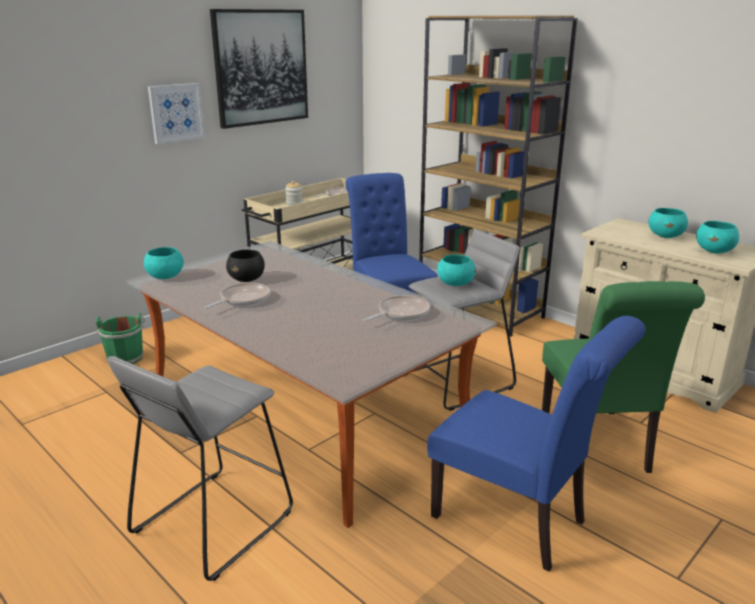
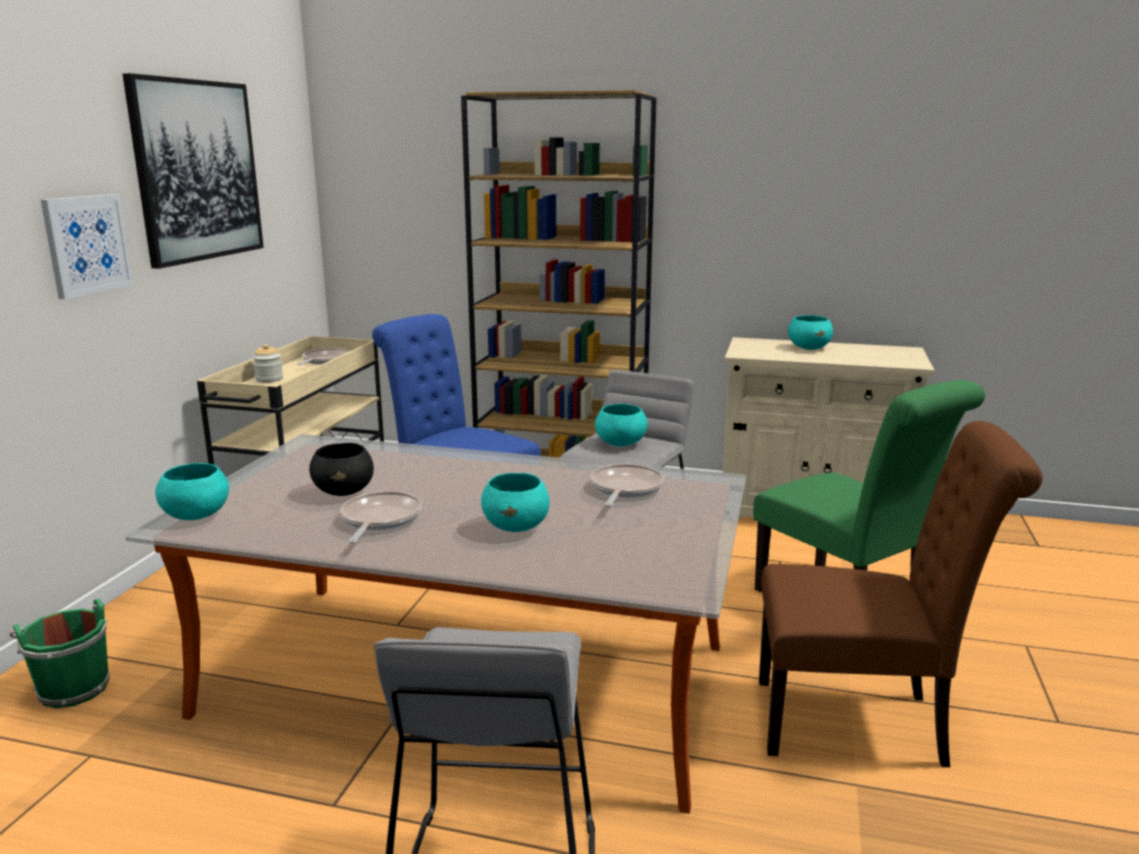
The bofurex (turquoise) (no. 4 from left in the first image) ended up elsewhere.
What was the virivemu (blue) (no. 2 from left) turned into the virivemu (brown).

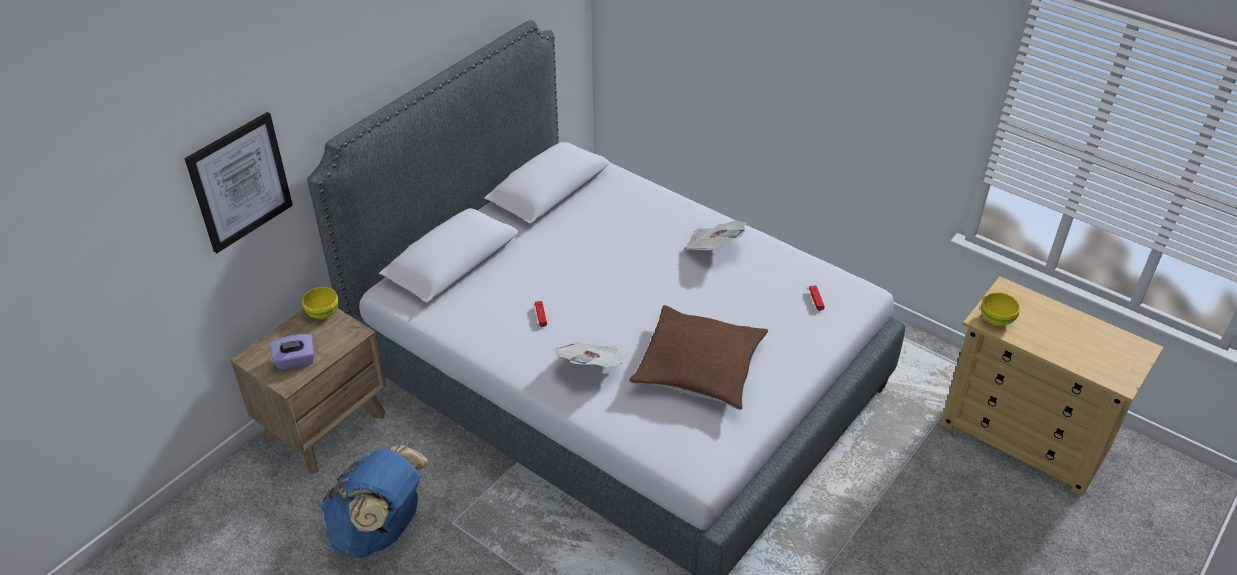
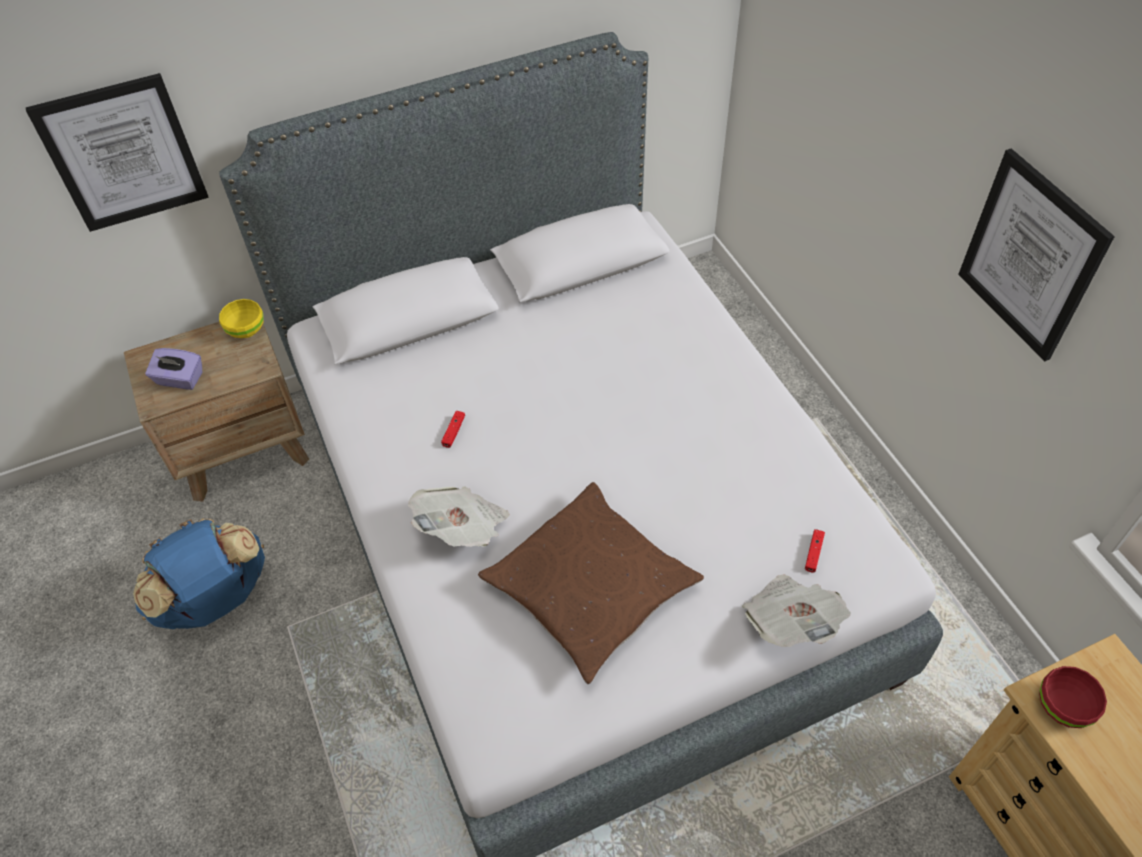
The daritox (no. 2 from left) ended up elsewhere.
What was the bofurex (yellow) (no. 2 from left) turned into the bofurex (red).
The second view gained the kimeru (no. 2 from left).

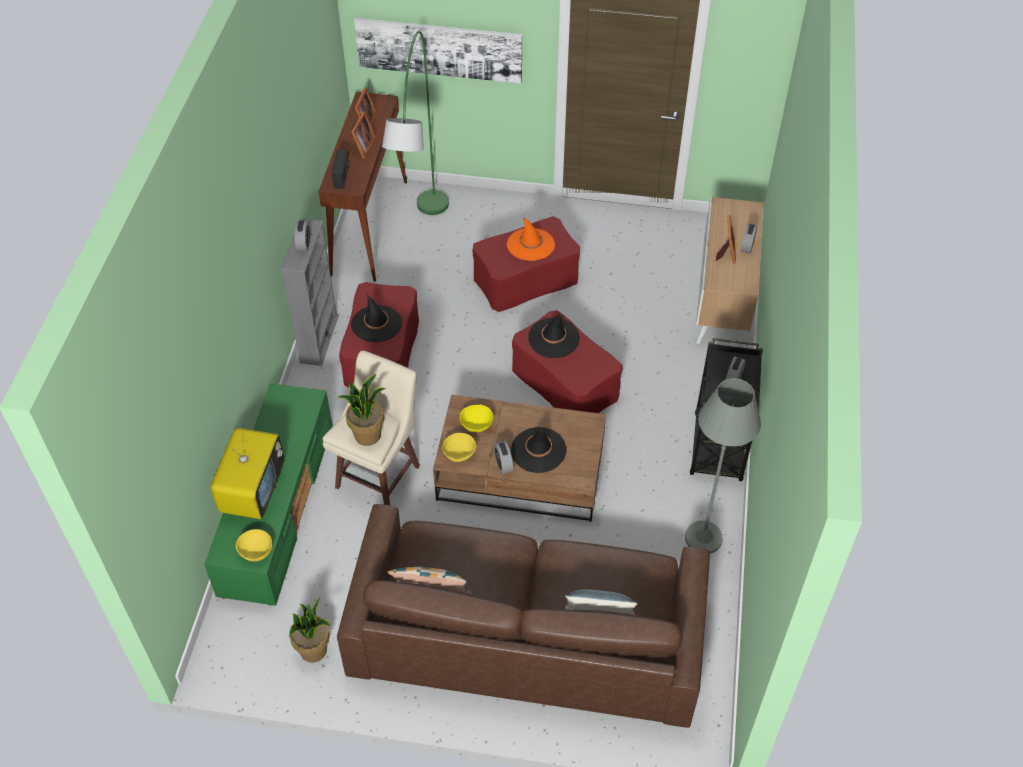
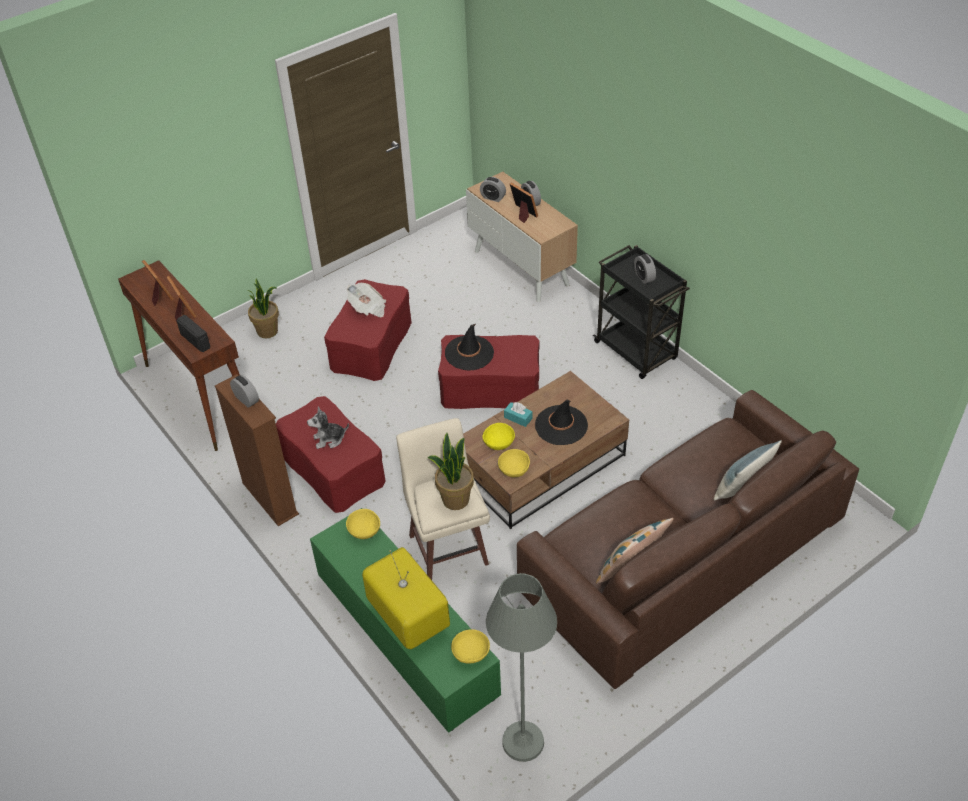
The second view lost the kimeru.
The second view lost the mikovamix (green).
Where the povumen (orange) stood, the daritox came to stand.
What was the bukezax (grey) turned into the bukezax (brown).
Where the povumen (black) (no. 1 from left) stood, the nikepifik came to stand.
The mikovamix (grey) ended up elsewhere.
The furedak (no. 2 from left) ended up elsewhere.
The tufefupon (no. 1 from left) ended up elsewhere.
The second view gained the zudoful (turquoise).
The second view gained the bofurex (yellow) (no. 1 from left).

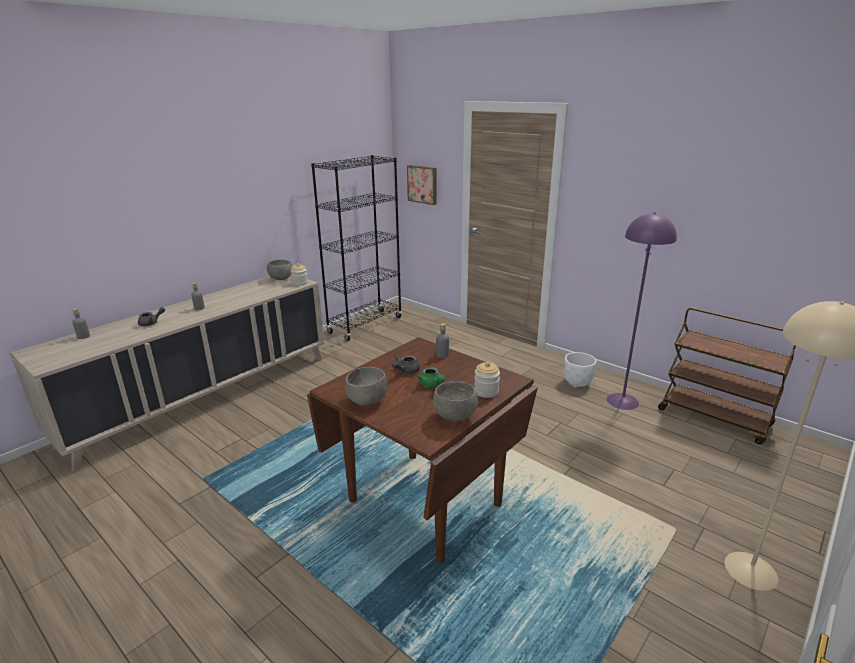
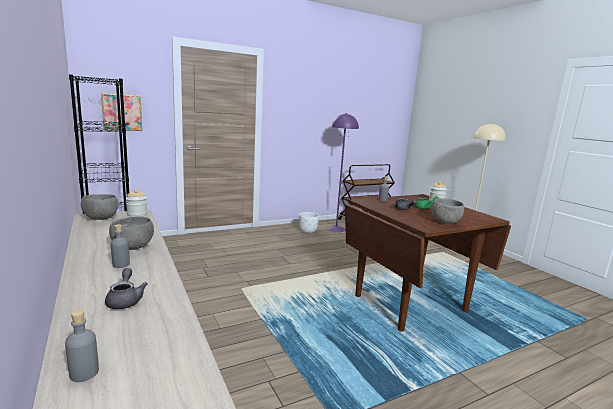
The bofurex (grey) (no. 3 from left in the first image) ended up elsewhere.

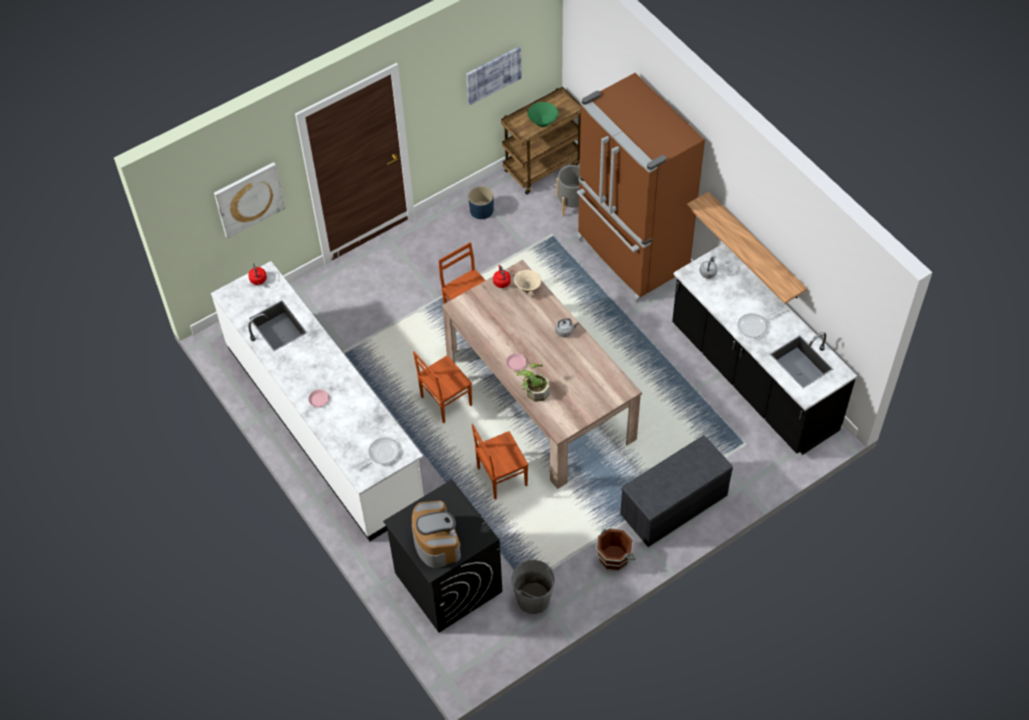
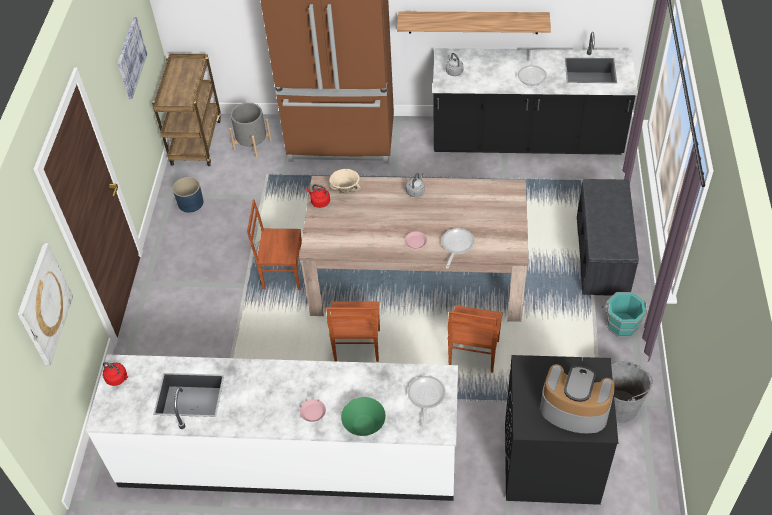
The bofurex (green) ended up elsewhere.
Where the tufefupon stood, the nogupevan (no. 2 from left) came to stand.
What was the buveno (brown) turned into the buveno (turquoise).

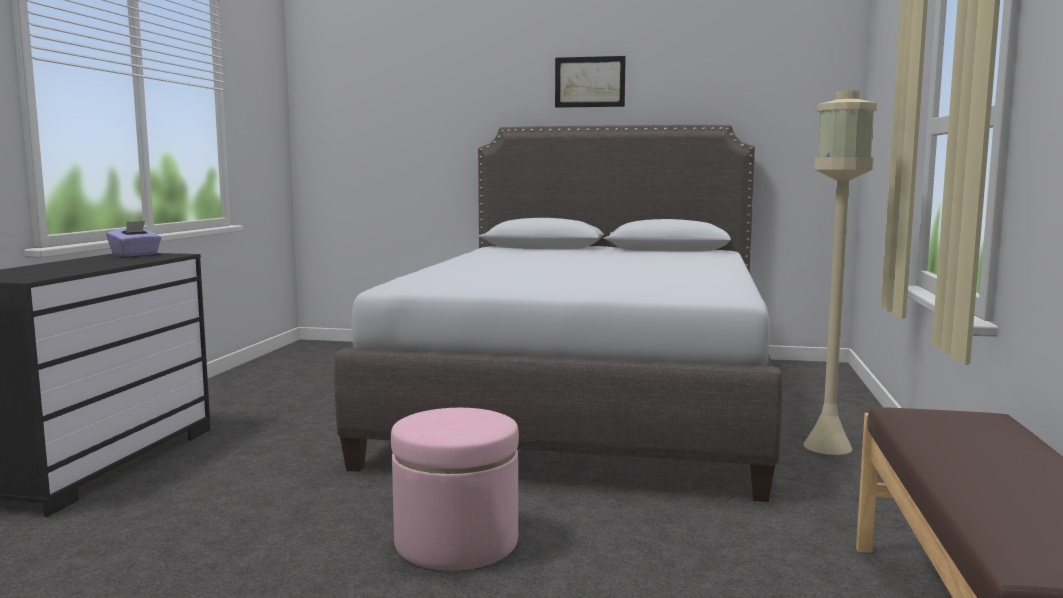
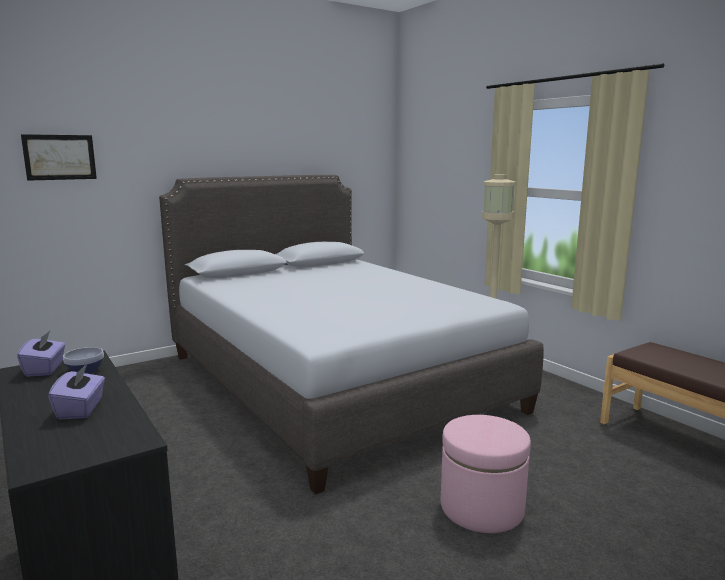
The kimeru ended up elsewhere.
The second view gained the bofurex.
The second view gained the zudoful (purple) (no. 2 from left).

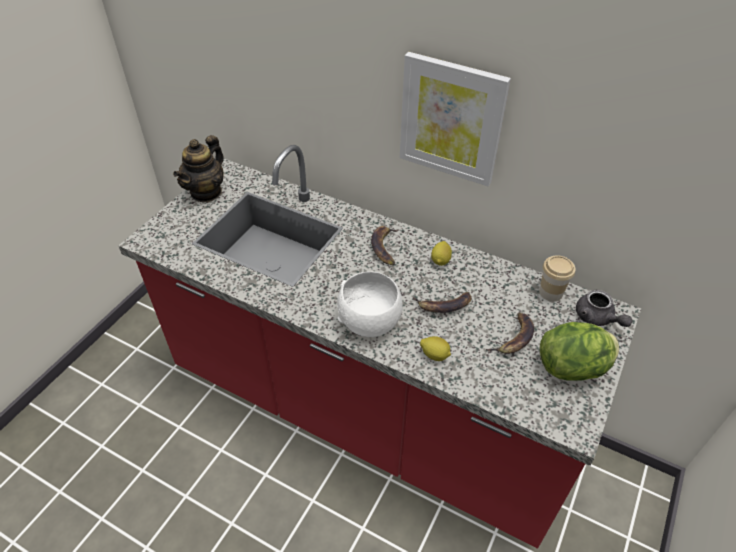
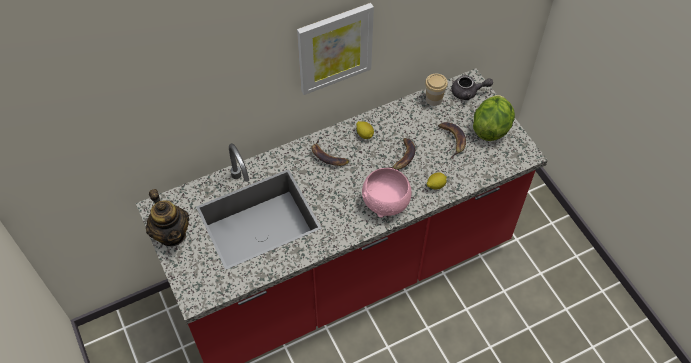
What was the bofurex (white) turned into the bofurex (pink).

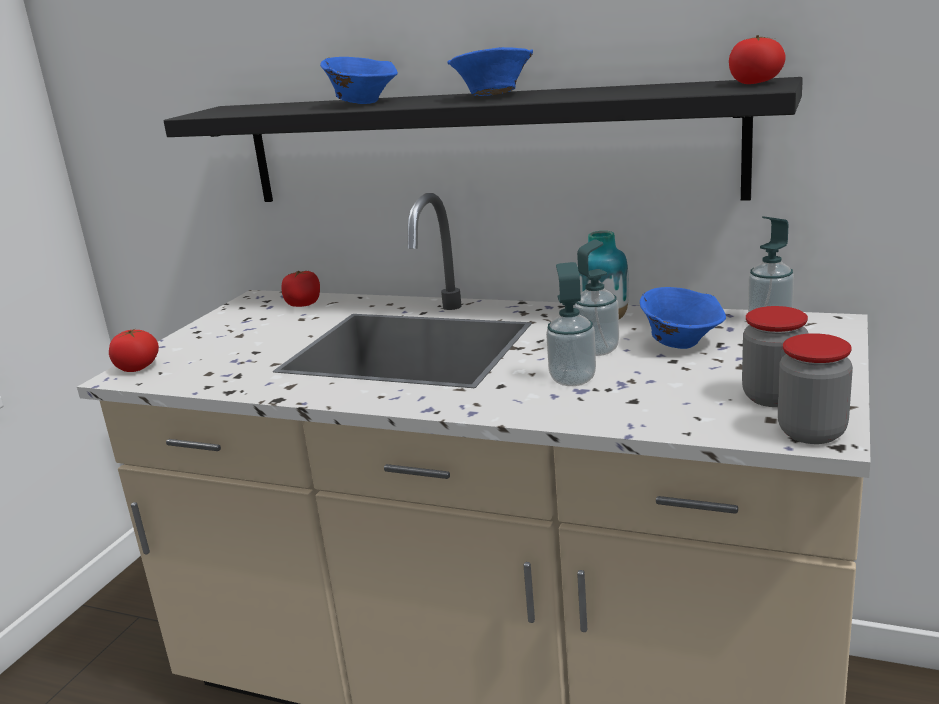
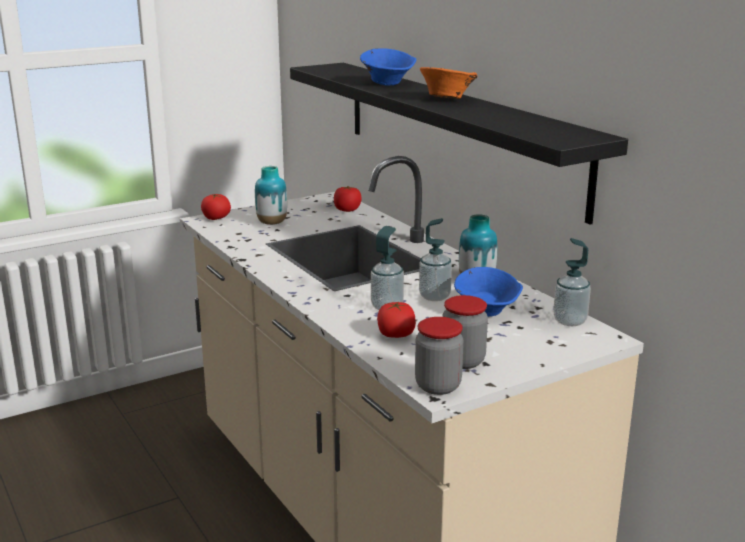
The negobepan (no. 3 from left) ended up elsewhere.
What was the bofurex (blue) (no. 2 from left) turned into the bofurex (orange).
The second view gained the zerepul (no. 1 from left).

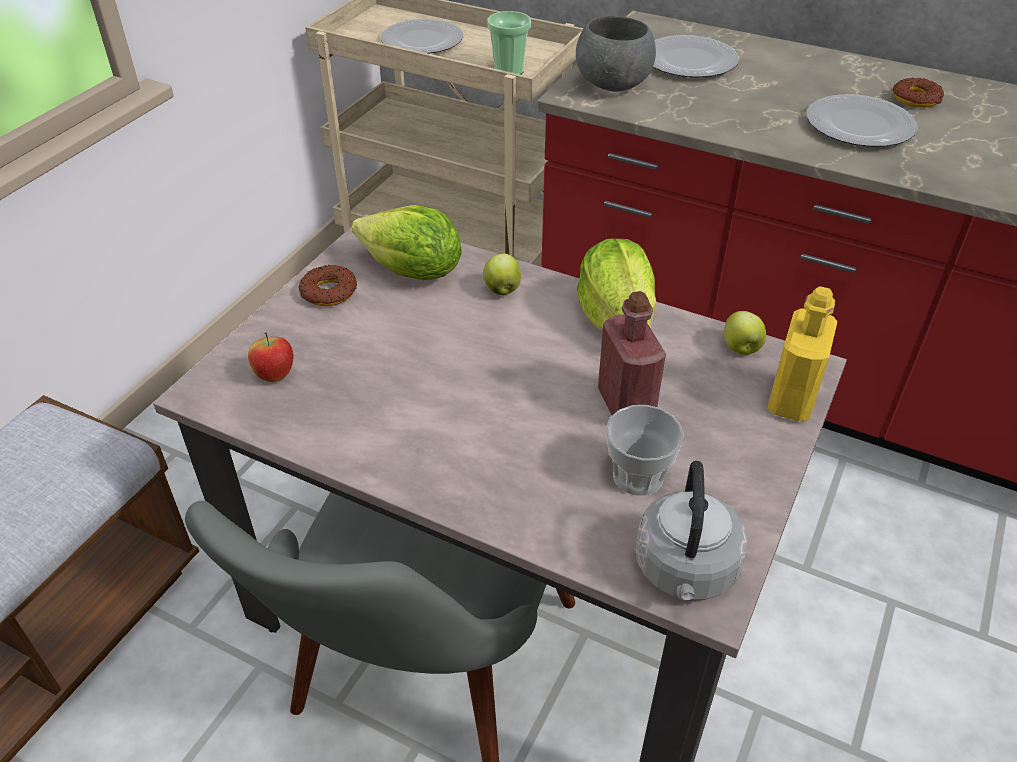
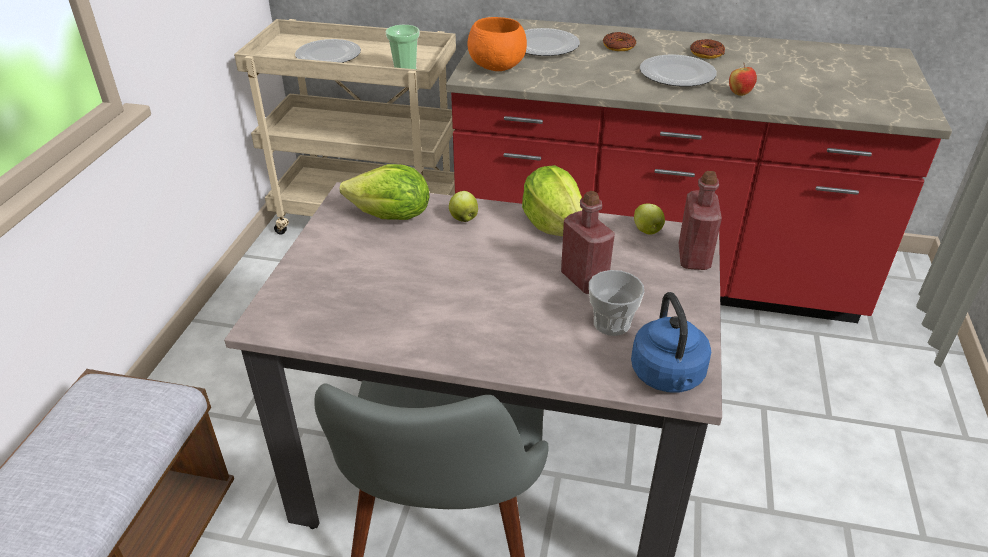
What was the bofurex (grey) turned into the bofurex (orange).
The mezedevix (no. 1 from left) ended up elsewhere.
What was the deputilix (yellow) turned into the deputilix (red) (no. 2 from left).
The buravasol (no. 1 from left in the first image) ended up elsewhere.
What was the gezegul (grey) turned into the gezegul (blue).

